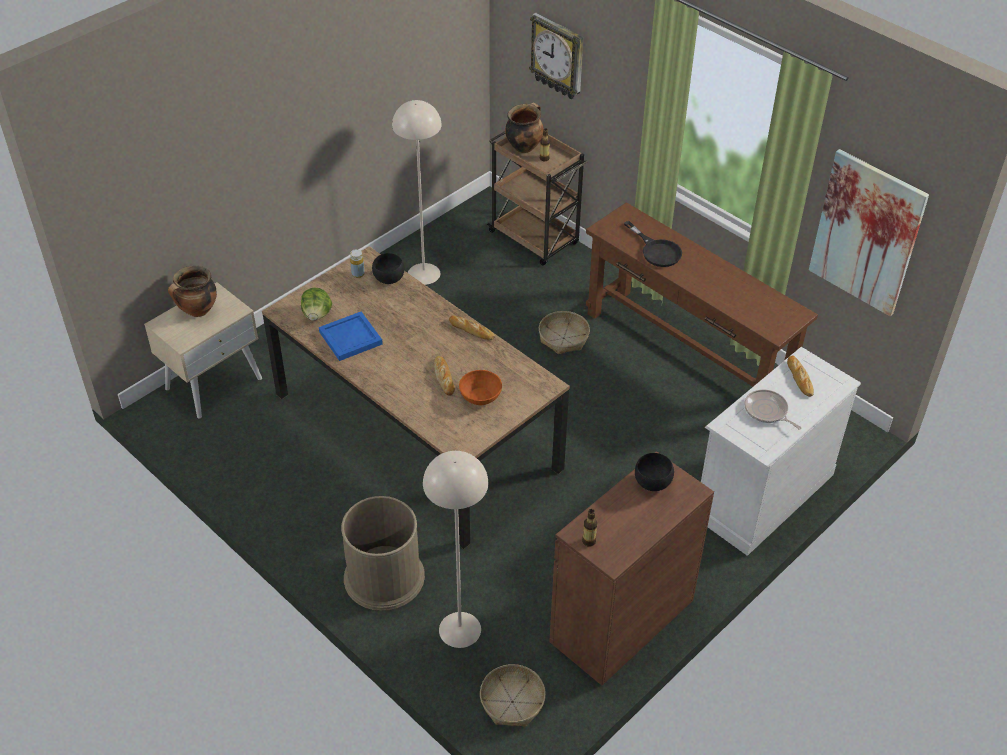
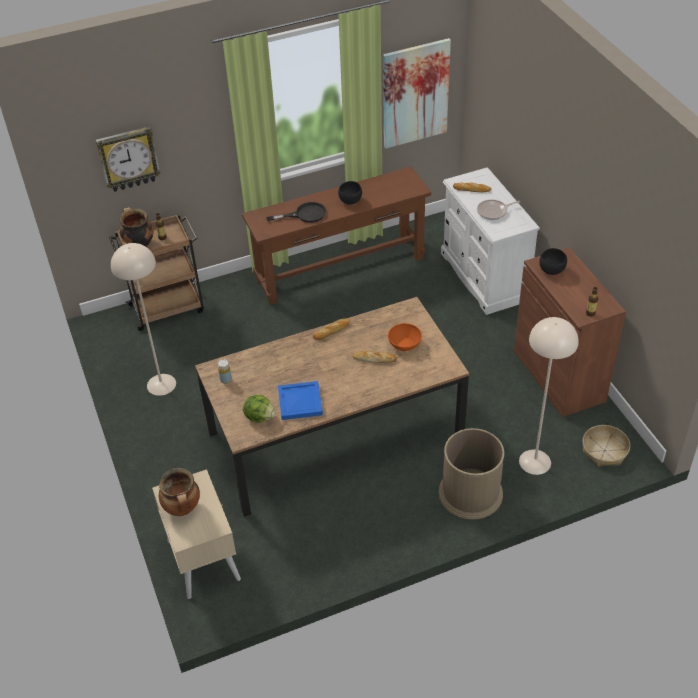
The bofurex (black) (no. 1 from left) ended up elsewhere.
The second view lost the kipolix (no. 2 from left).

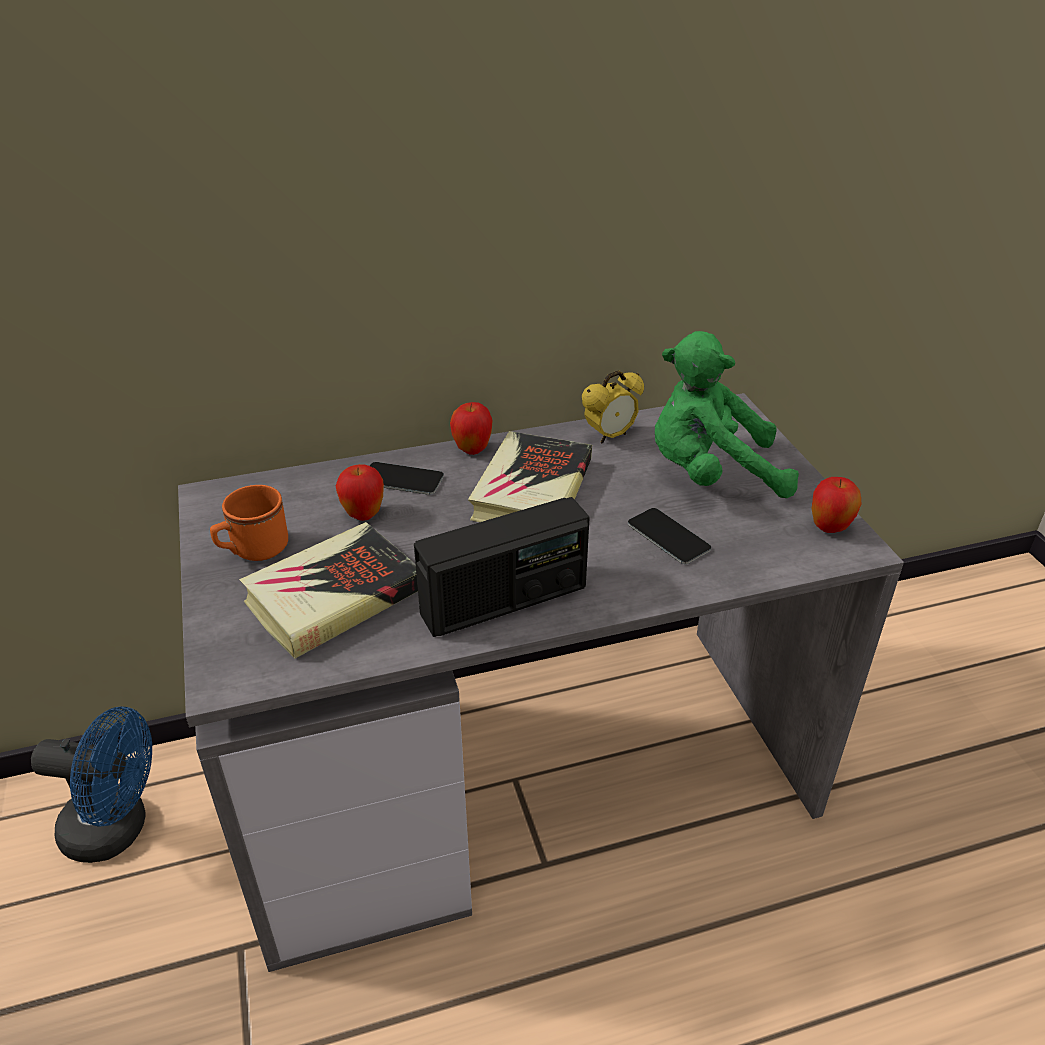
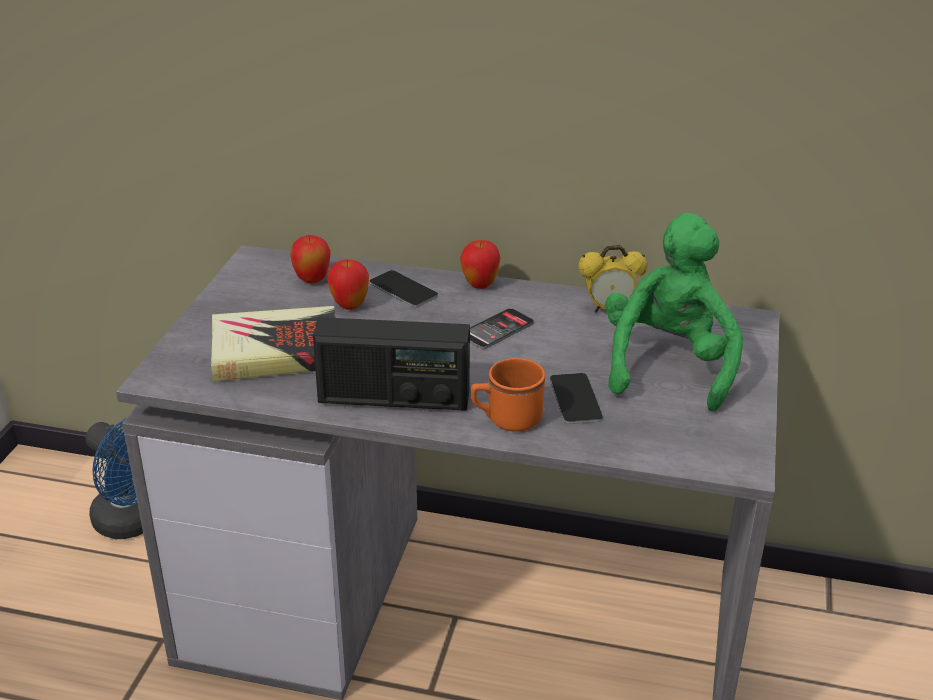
The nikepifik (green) ended up facing another way, 75 degrees clockwise from before.
Where the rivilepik (no. 2 from left) stood, the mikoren (no. 2 from left) came to stand.
The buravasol (no. 3 from left in the first image) ended up elsewhere.
The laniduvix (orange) ended up elsewhere.

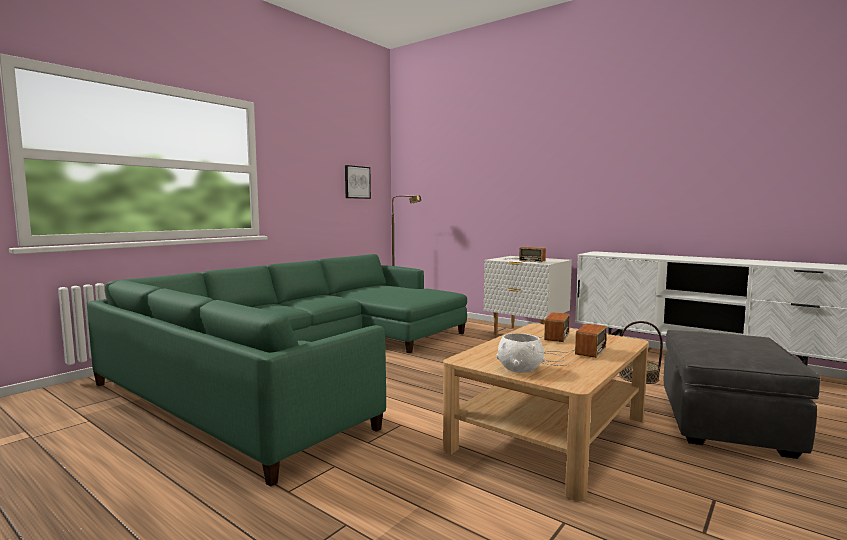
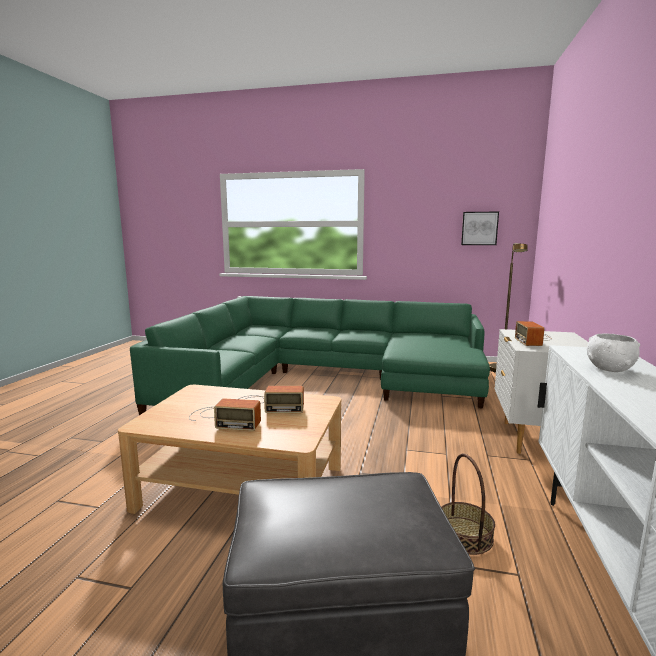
The bofurex (white) ended up elsewhere.

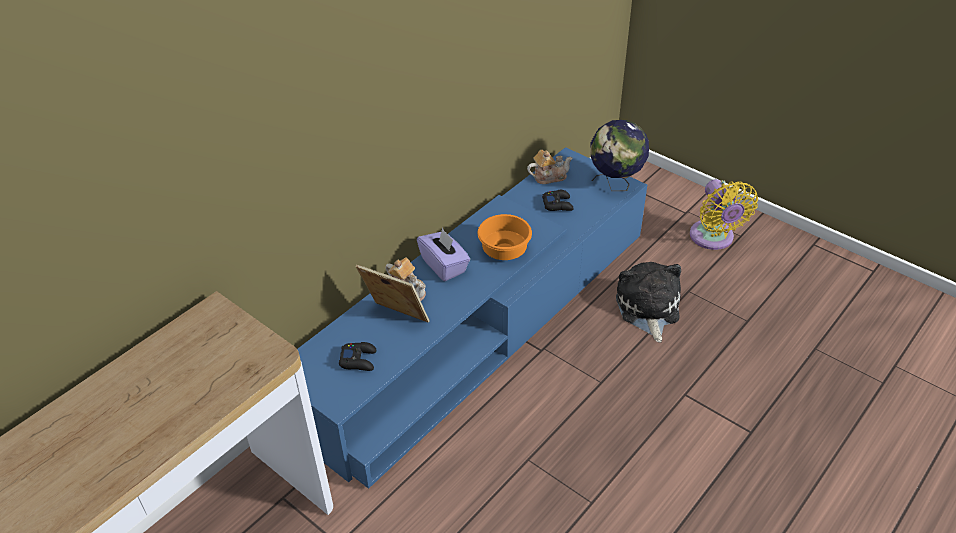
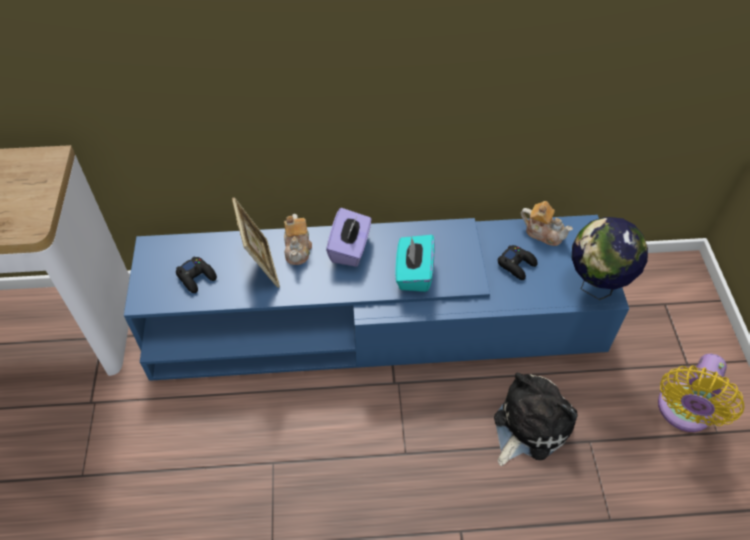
Where the bofurex (orange) stood, the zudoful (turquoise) came to stand.

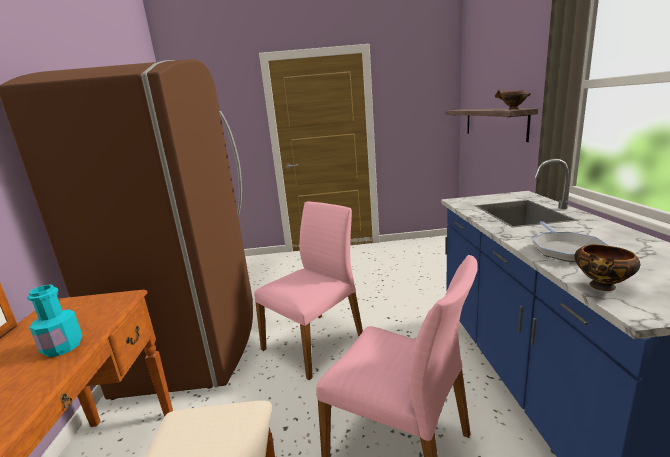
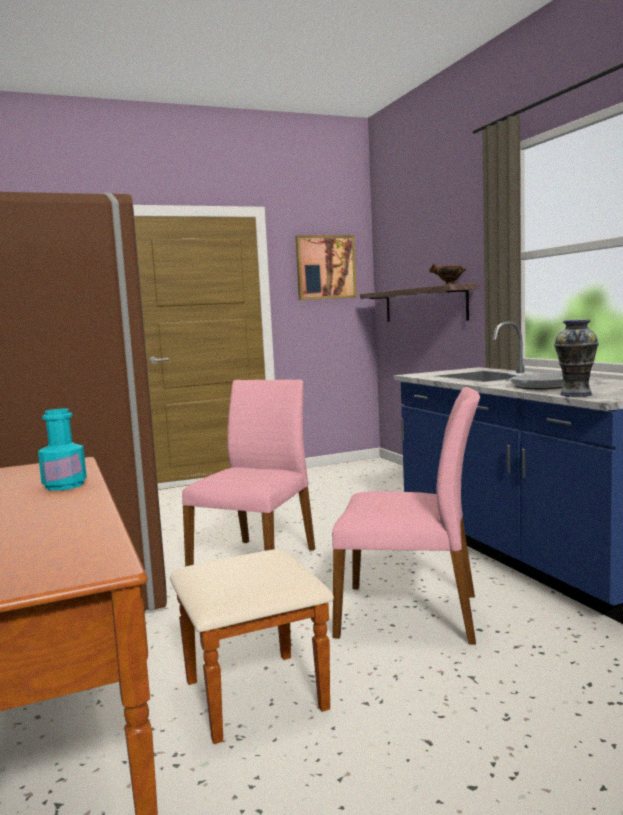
Where the bofurex (no. 2 from left) stood, the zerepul came to stand.
The second view gained the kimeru.

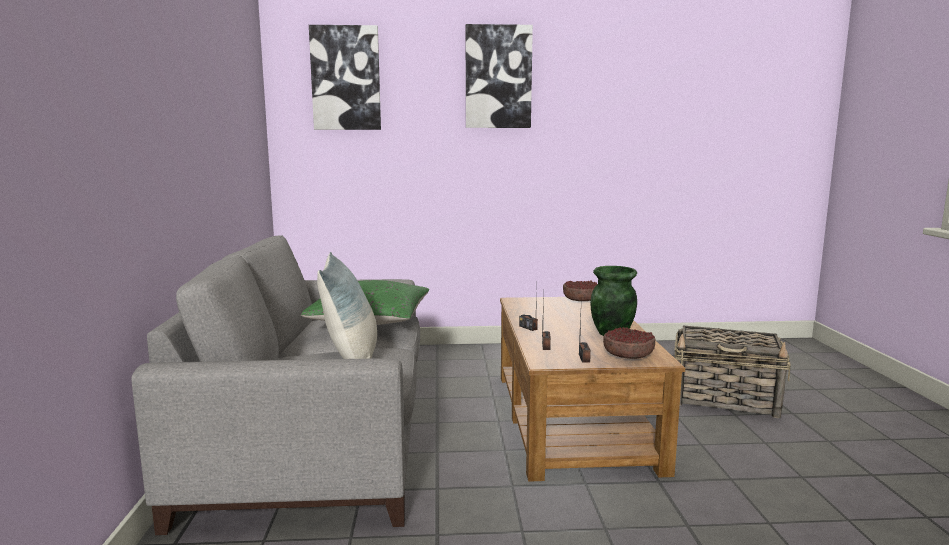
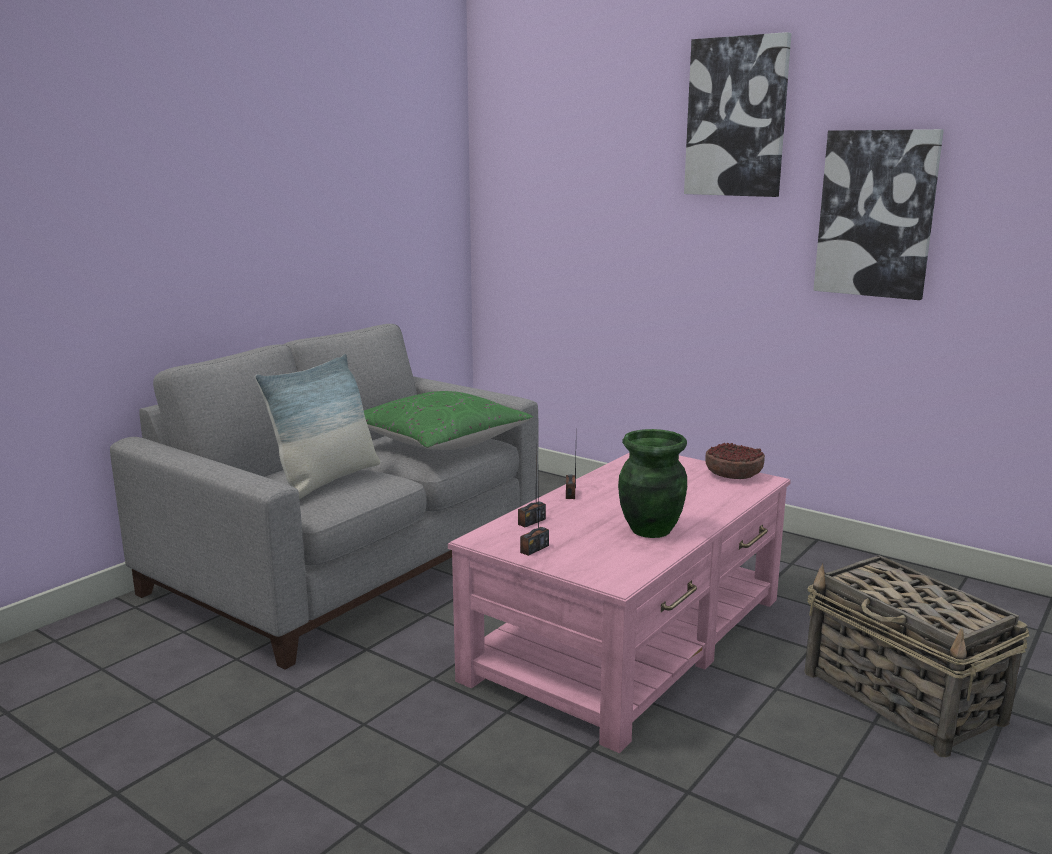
The kimeru (no. 1 from left in the first image) ended up elsewhere.
What was the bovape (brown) turned into the bovape (pink).
The second view lost the bofurex (no. 2 from left).

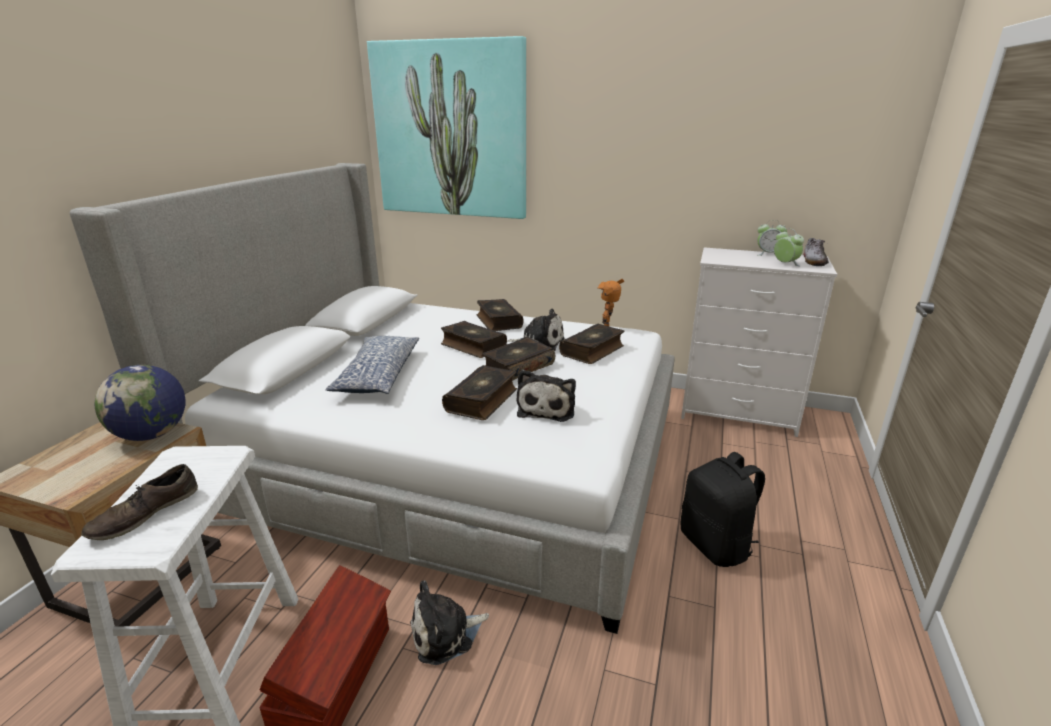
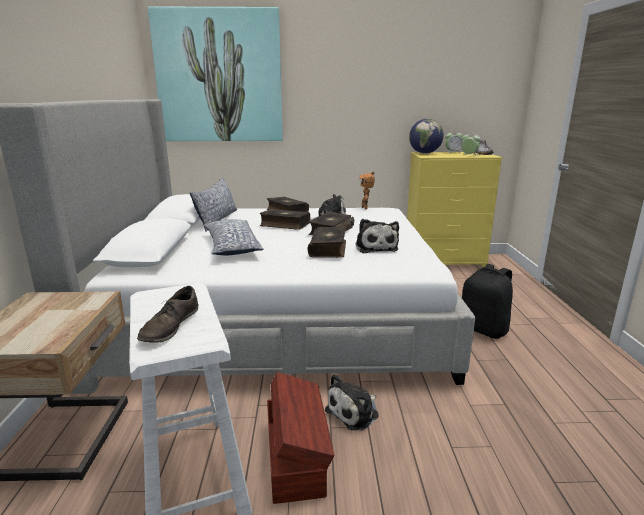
What was the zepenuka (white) turned into the zepenuka (yellow).
The second view lost the rivilepik (no. 5 from left).
The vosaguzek ended up elsewhere.
The second view gained the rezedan (no. 1 from left).

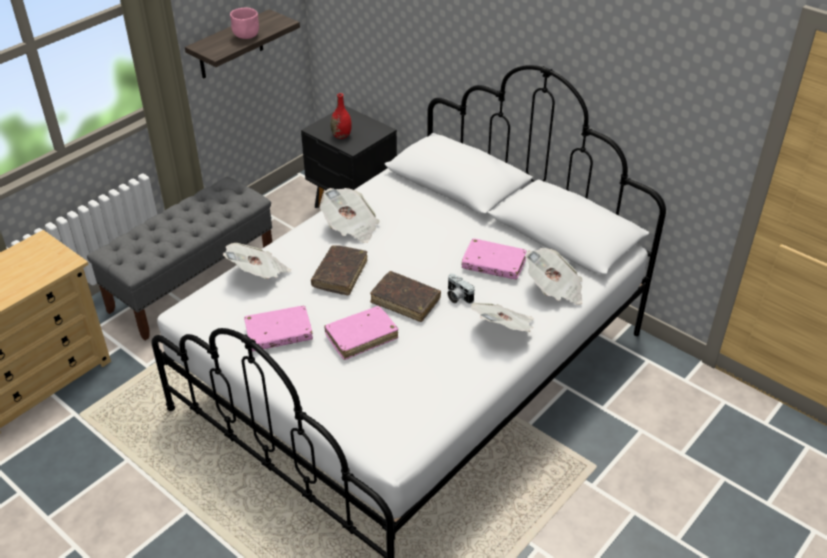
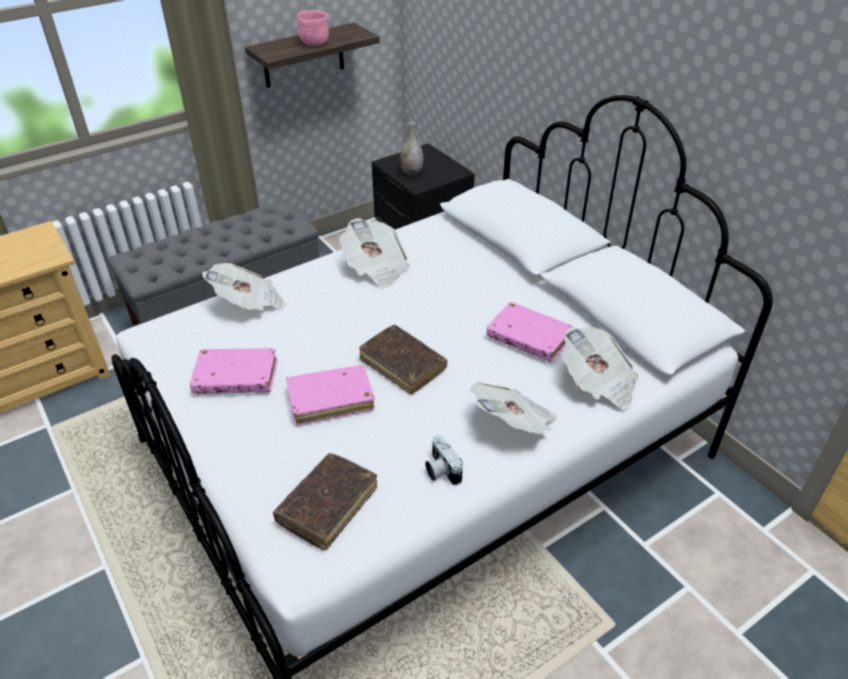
What was the zerepul (red) turned into the zerepul (grey).
The rivilepik (brown) (no. 1 from left) ended up elsewhere.
The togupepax ended up elsewhere.

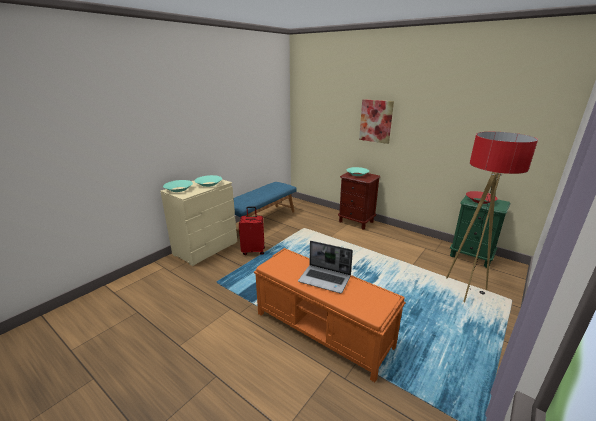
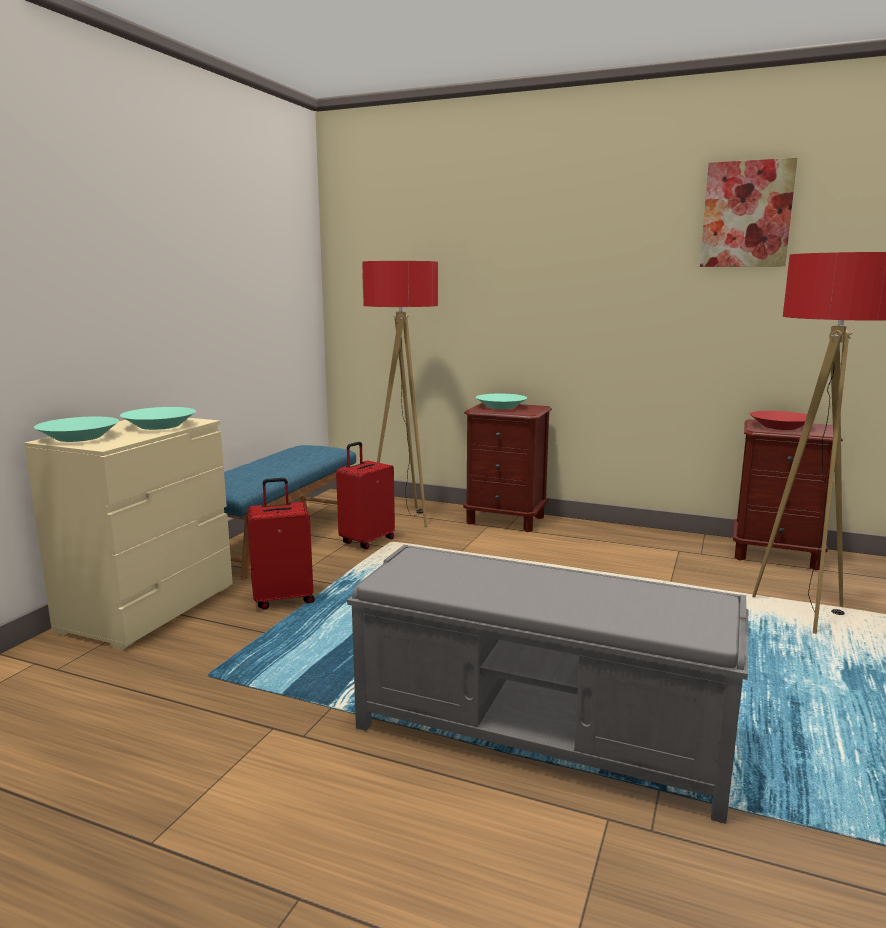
The kimeru ended up elsewhere.
What was the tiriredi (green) turned into the tiriredi (brown) (no. 2 from left).
The second view lost the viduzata.
What was the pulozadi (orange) turned into the pulozadi (grey).
The second view gained the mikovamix (no. 1 from left).
The second view gained the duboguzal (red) (no. 2 from left).

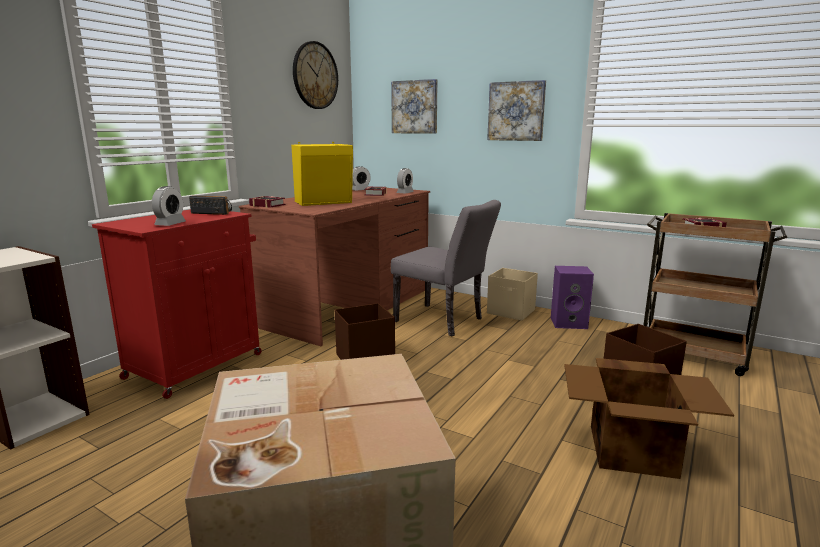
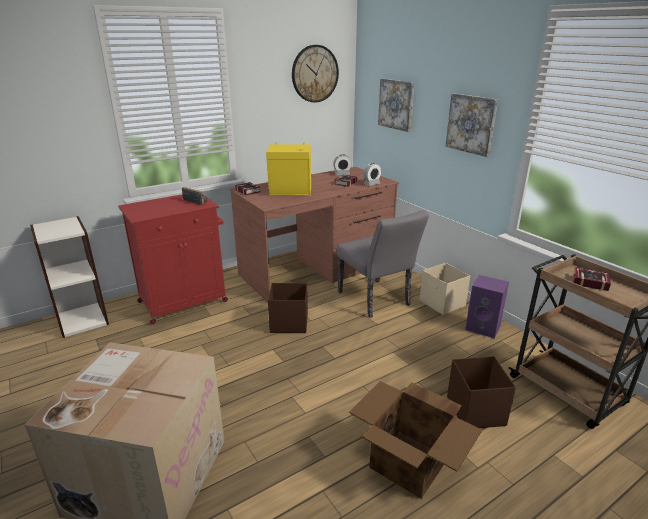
The second view lost the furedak (no. 1 from left).

